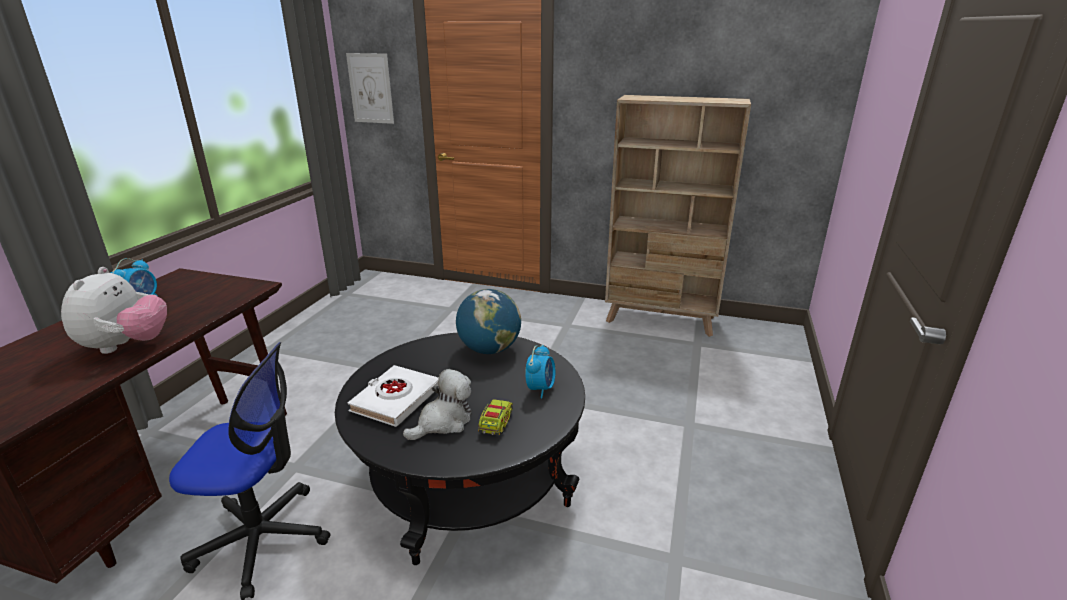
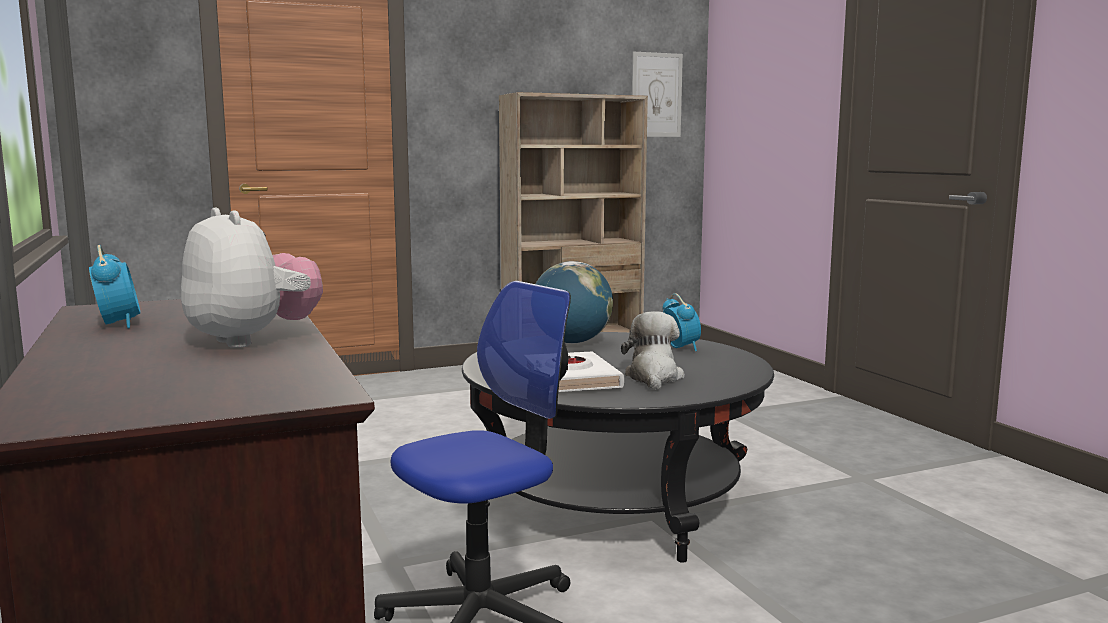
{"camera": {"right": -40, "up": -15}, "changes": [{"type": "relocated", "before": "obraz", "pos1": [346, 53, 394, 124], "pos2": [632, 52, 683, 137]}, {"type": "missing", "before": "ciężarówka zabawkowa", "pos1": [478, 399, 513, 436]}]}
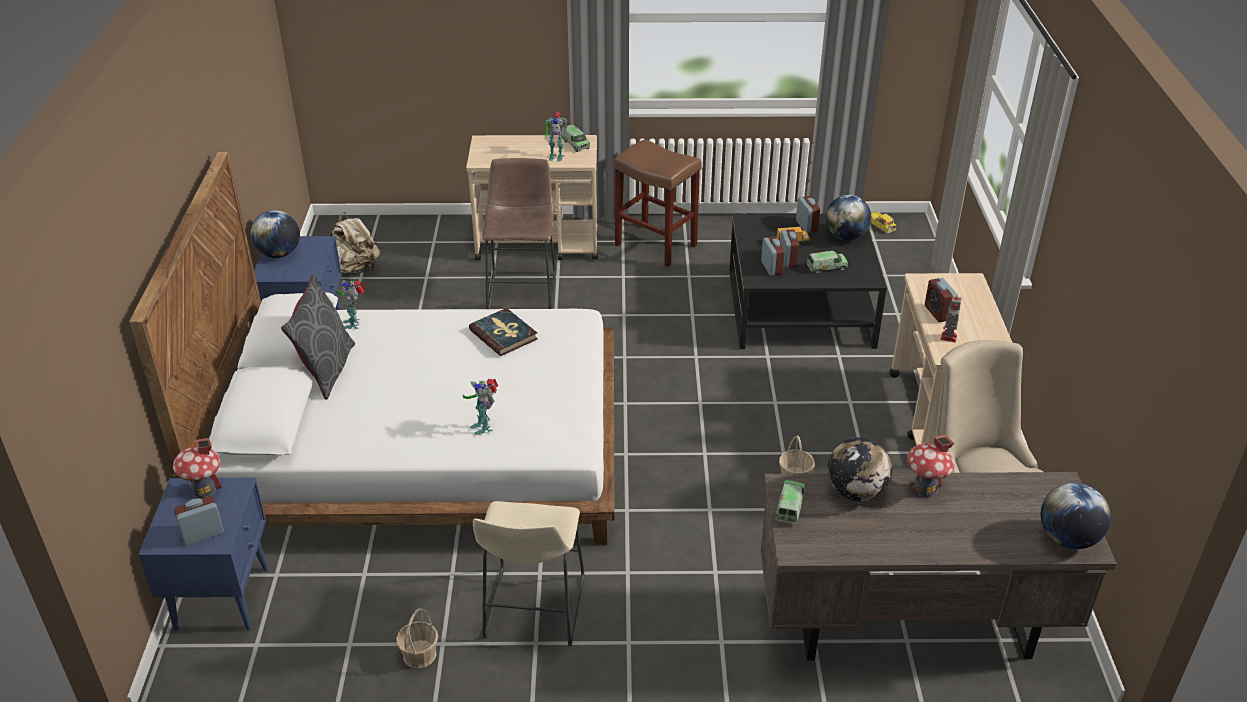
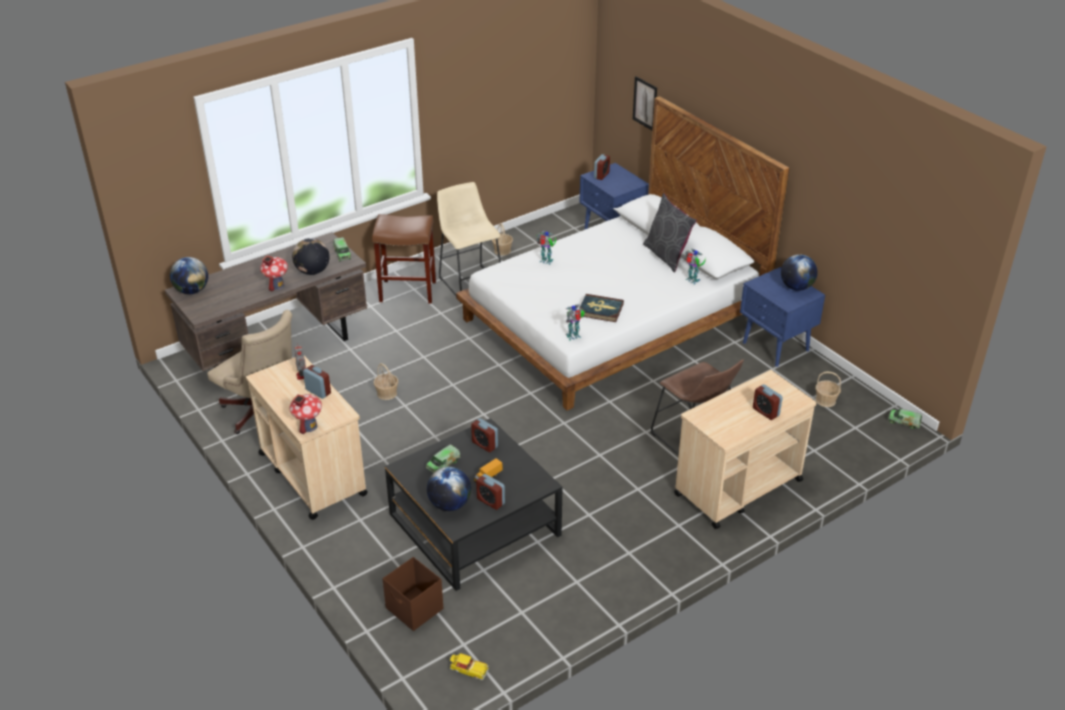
{"camera": {"right": 145, "up": 0}, "changes": [{"type": "relocated", "before": "domek", "pos1": [173, 438, 222, 499], "pos2": [290, 394, 322, 434]}, {"type": "relocated", "before": "stołek [brązowy]", "pos1": [614, 139, 701, 267], "pos2": [372, 214, 436, 304]}, {"type": "appeared", "after": "pojemnik do przechowywania [brązowy]", "pos2": [383, 557, 443, 631]}, {"type": "relocated", "before": "robot zabawkowy", "pos1": [545, 112, 568, 162], "pos2": [566, 304, 585, 341]}, {"type": "appeared", "after": "obraz", "pos2": [633, 76, 657, 131]}, {"type": "relocated", "before": "budzik", "pos1": [780, 230, 799, 268], "pos2": [753, 384, 783, 420]}, {"type": "exchanged", "before": "plecak [beżowy]", "after": "koszyk", "pos1": [330, 212, 380, 276], "pos2": [815, 371, 841, 407]}, {"type": "relocated", "before": "ciężarówka zabawkowa", "pos1": [561, 125, 590, 152], "pos2": [888, 409, 922, 429]}]}
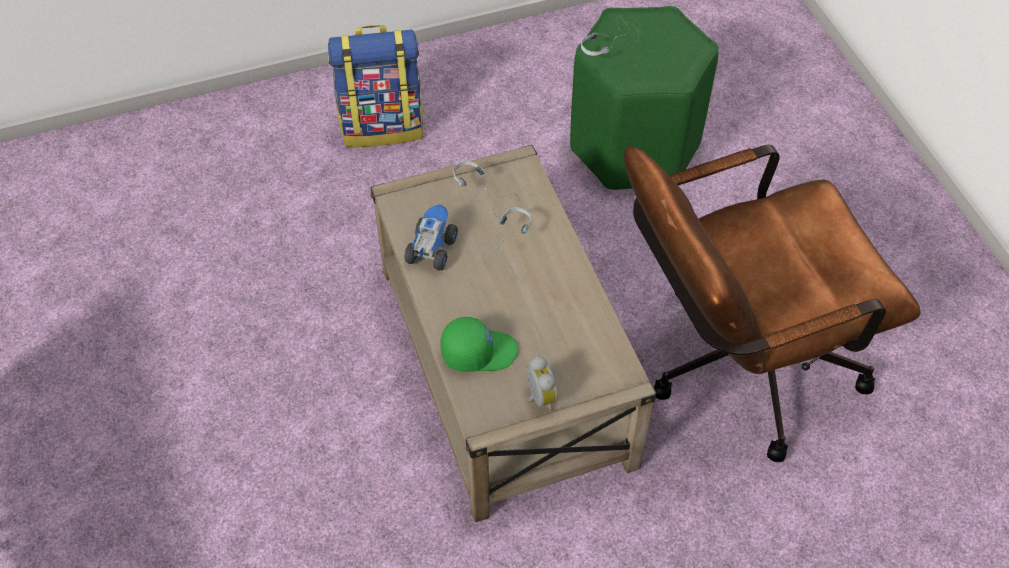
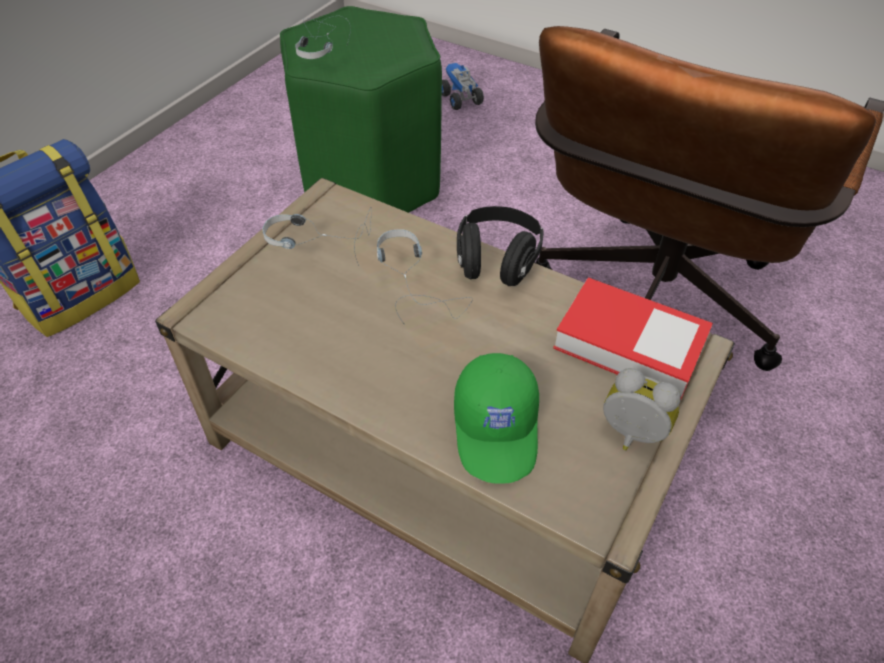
{"camera": {"right": -40, "up": -5}, "changes": [{"type": "relocated", "before": "ciężarówka zabawkowa", "pos1": [404, 204, 458, 271], "pos2": [442, 63, 484, 110]}, {"type": "spun", "before": "czapka z daszkiem [zielony]", "pos1": [440, 317, 518, 372], "pos2": [454, 353, 539, 484], "turn": 135}, {"type": "appeared", "after": "słuchawki [czarny]", "pos2": [457, 206, 543, 286]}, {"type": "appeared", "after": "książka", "pos2": [553, 277, 713, 399]}]}
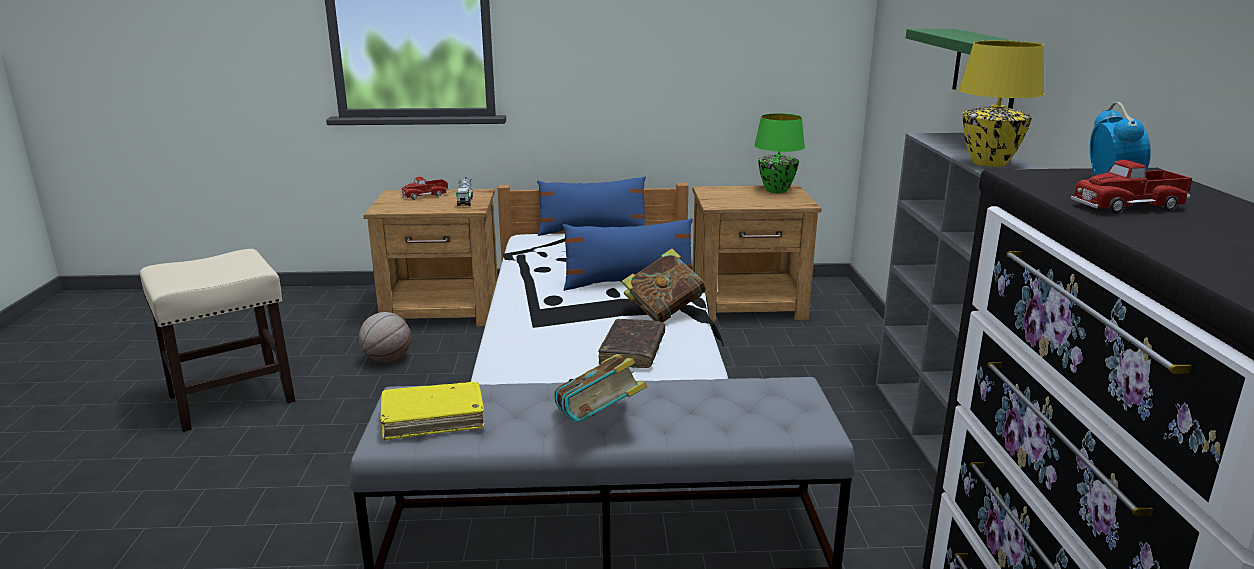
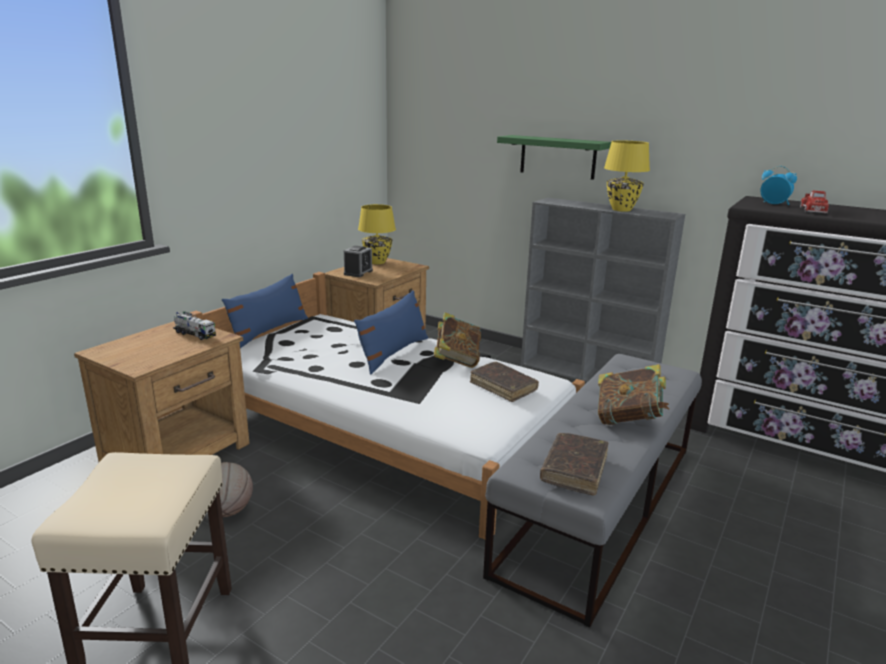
{"camera": {"right": -55, "up": 0}, "changes": [{"type": "appeared", "after": "budzik", "pos2": [344, 246, 373, 277]}, {"type": "colour", "before": "lampa stołowa [zielony]", "after": "lampa stołowa [żółty]", "pos1": [754, 113, 805, 193], "pos2": [358, 204, 396, 264]}, {"type": "colour", "before": "książka [żółty]", "after": "książka [brązowy]", "pos1": [380, 382, 485, 440], "pos2": [540, 433, 608, 495]}, {"type": "missing", "before": "ciężarówka zabawkowa", "pos1": [401, 177, 449, 200]}]}
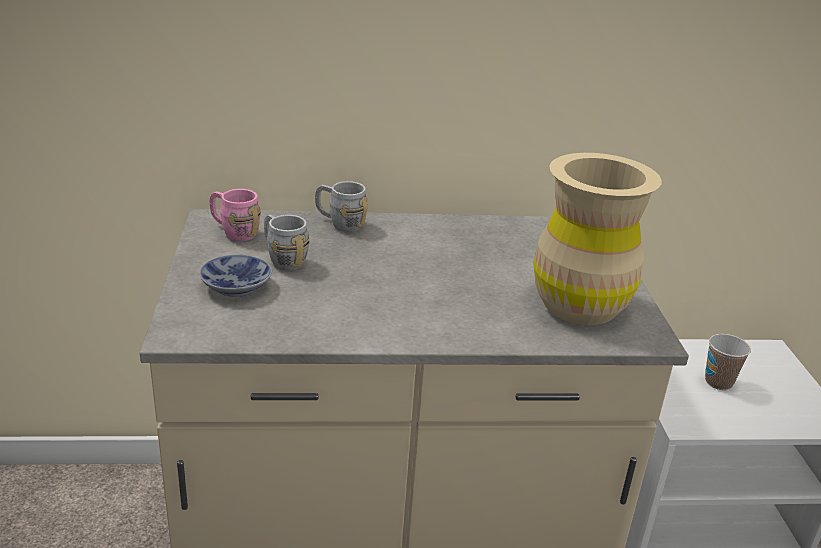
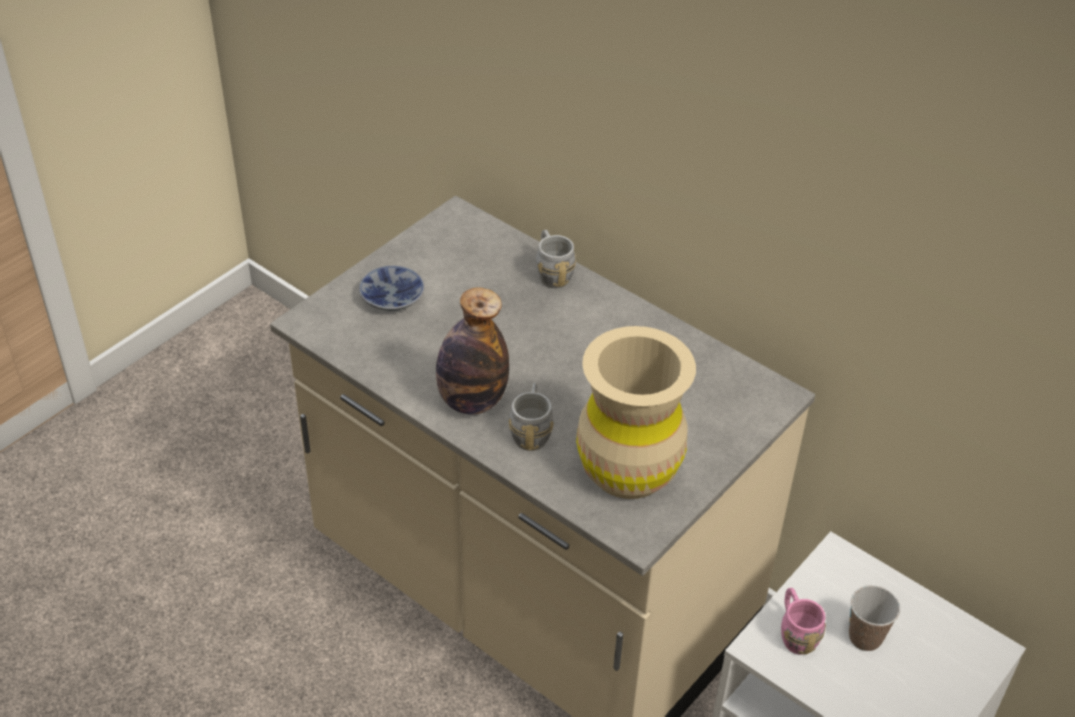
{"camera": {"right": 45, "up": 15}, "changes": [{"type": "appeared", "after": "butelka", "pos2": [436, 288, 509, 415]}, {"type": "relocated", "before": "kubek [szary]", "pos1": [264, 215, 309, 270], "pos2": [509, 383, 554, 451]}, {"type": "relocated", "before": "kubek [różowy]", "pos1": [210, 189, 261, 241], "pos2": [781, 588, 826, 655]}]}
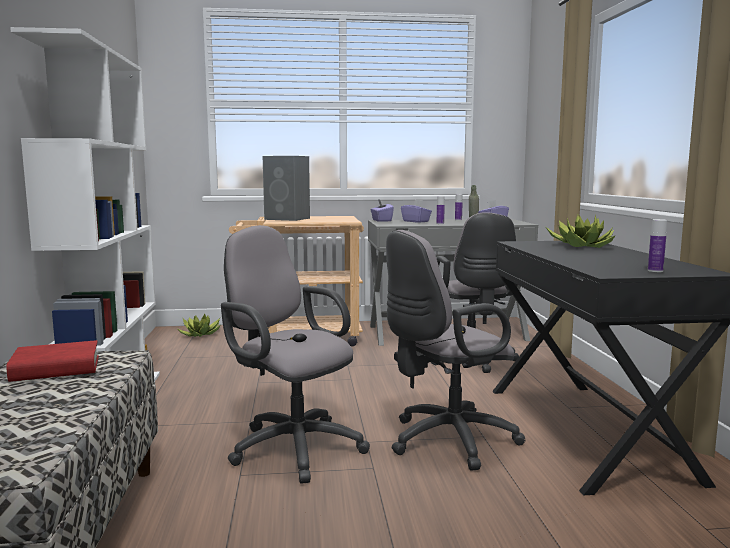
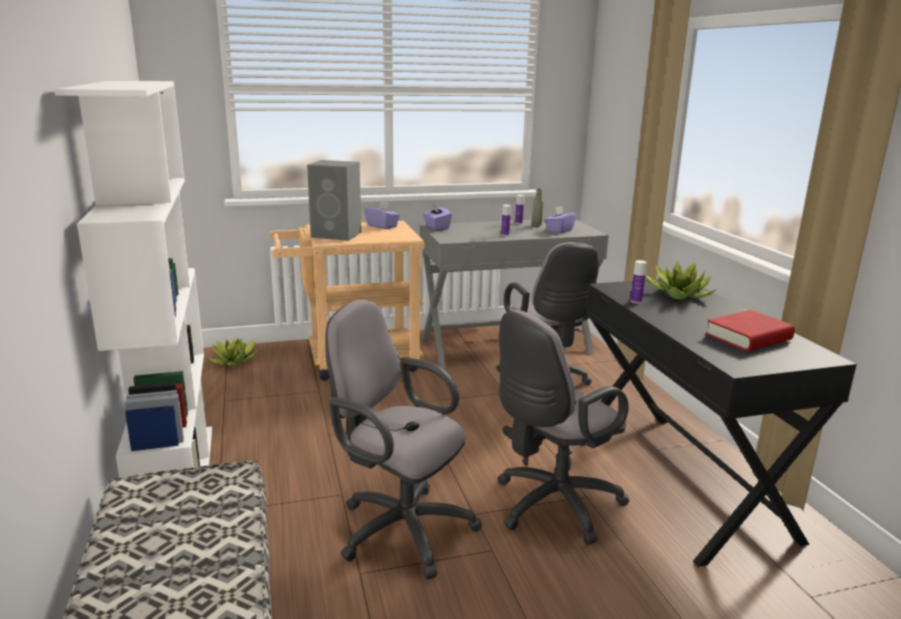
{"camera": {"right": -10, "up": 10}, "changes": [{"type": "relocated", "before": "pudełko chusteczek [fioletowy]", "pos1": [401, 200, 432, 223], "pos2": [364, 201, 400, 229]}, {"type": "relocated", "before": "butelka", "pos1": [648, 219, 667, 272], "pos2": [630, 260, 647, 303]}, {"type": "relocated", "before": "książka [czerwony]", "pos1": [6, 340, 99, 382], "pos2": [705, 310, 795, 351]}]}
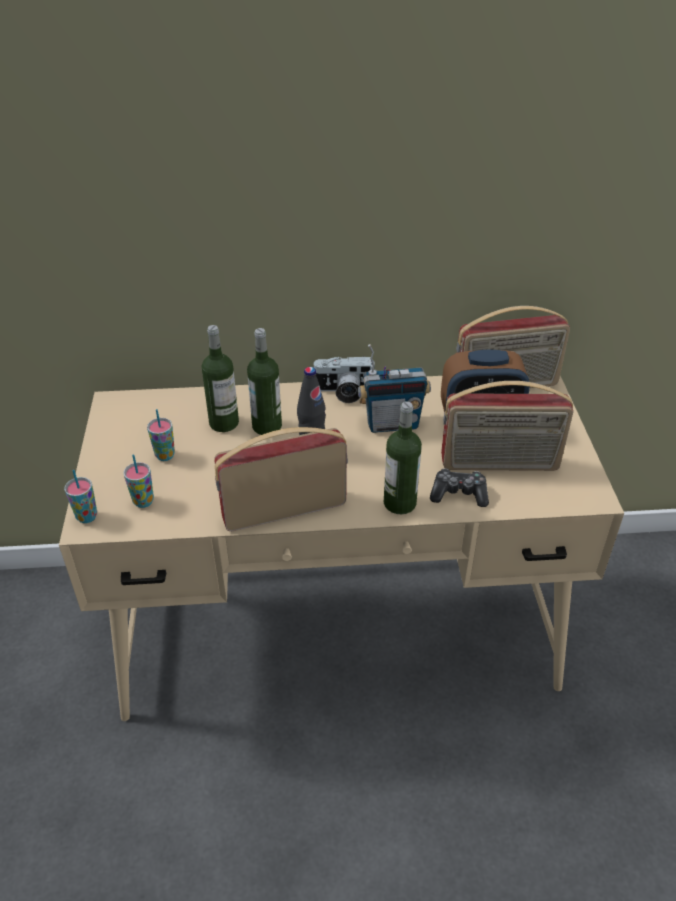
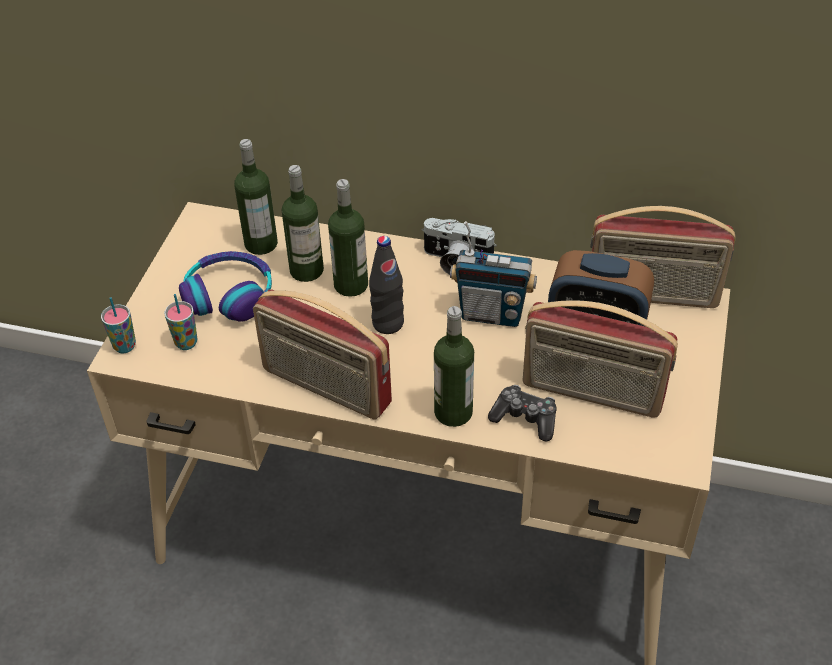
{"camera": {"right": 20, "up": 5}, "changes": [{"type": "exchanged", "before": "filiżanka", "after": "słuchawki", "pos1": [147, 409, 175, 461], "pos2": [179, 251, 272, 322]}, {"type": "appeared", "after": "butelka", "pos2": [234, 139, 278, 255]}, {"type": "spun", "before": "radio", "pos1": [214, 427, 348, 531], "pos2": [253, 289, 392, 420], "turn": -150}]}
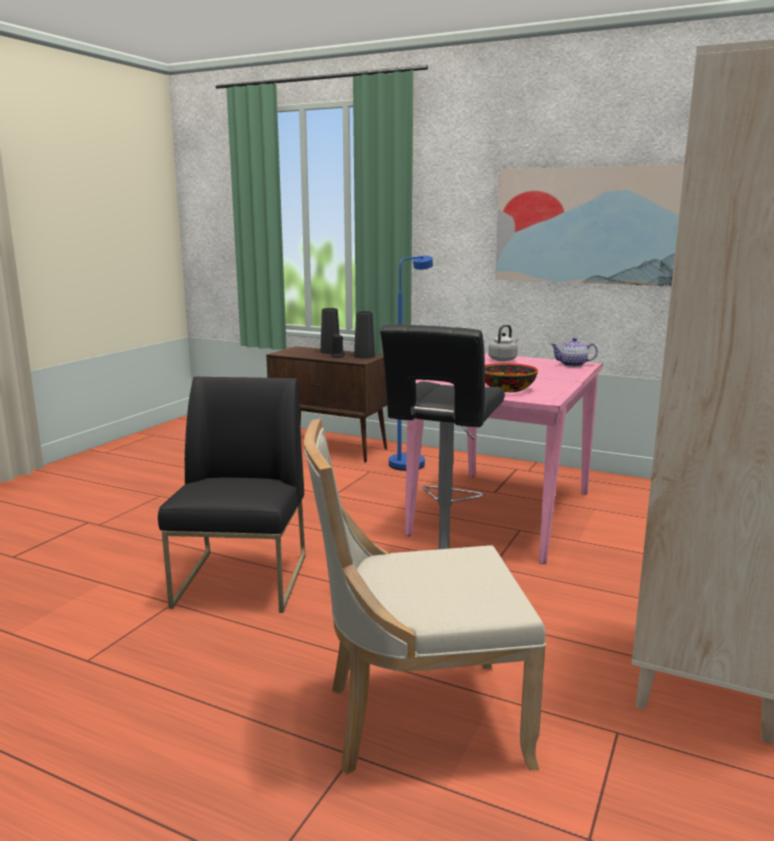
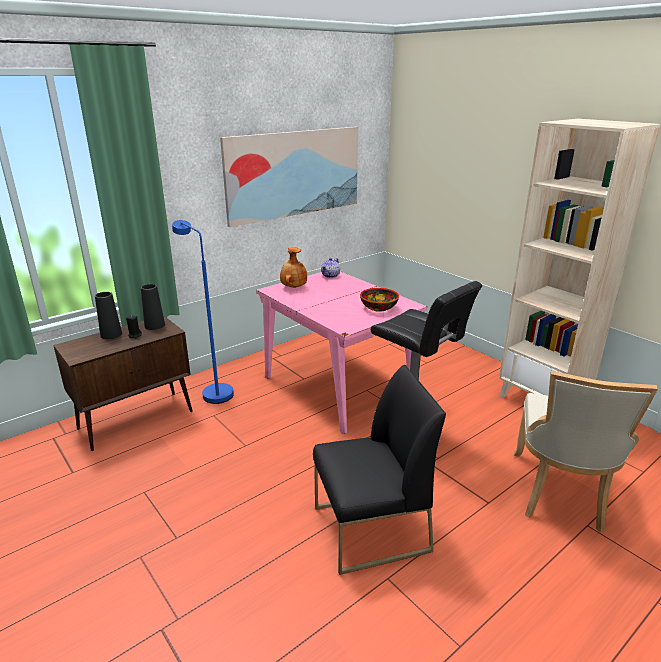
{"camera": {"right": -65, "up": 10}, "changes": [{"type": "exchanged", "before": "czajnik [szary]", "after": "wazon [brązowy]", "pos1": [488, 325, 518, 361], "pos2": [280, 247, 307, 288]}, {"type": "spun", "before": "krzesło [czarny]", "pos1": [158, 377, 305, 613], "pos2": [313, 365, 446, 575], "turn": 135}]}
